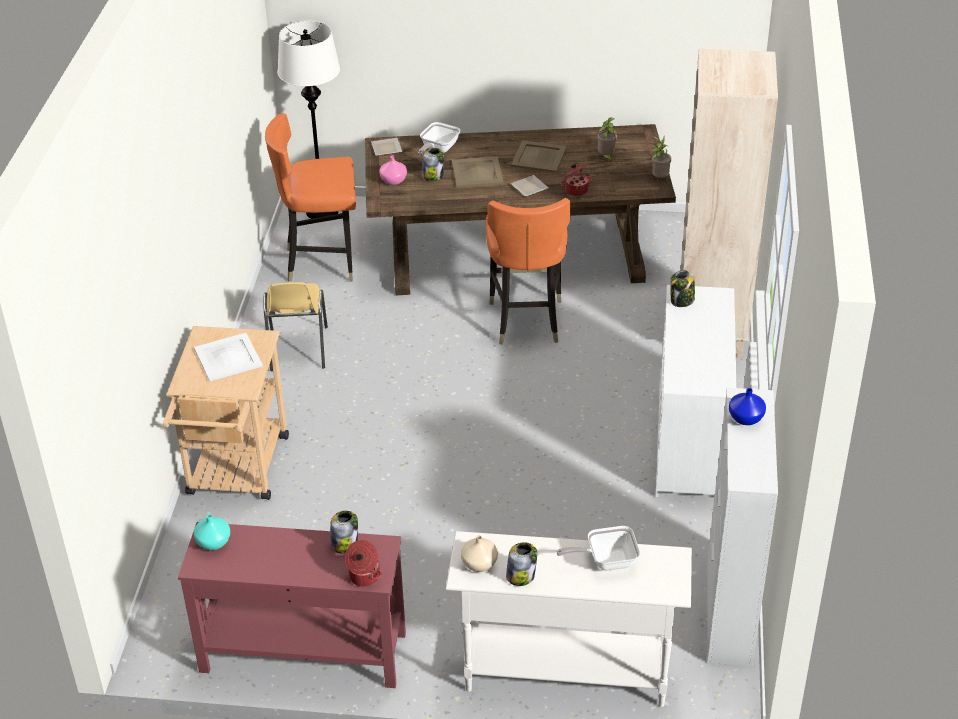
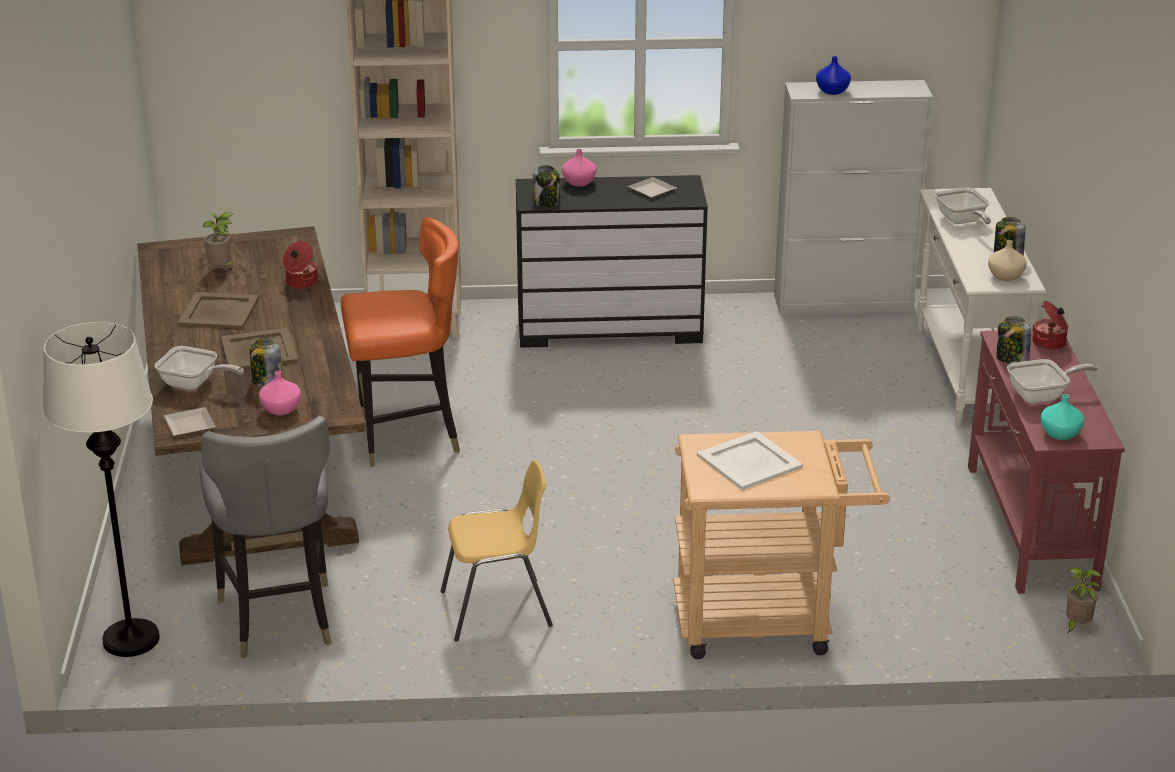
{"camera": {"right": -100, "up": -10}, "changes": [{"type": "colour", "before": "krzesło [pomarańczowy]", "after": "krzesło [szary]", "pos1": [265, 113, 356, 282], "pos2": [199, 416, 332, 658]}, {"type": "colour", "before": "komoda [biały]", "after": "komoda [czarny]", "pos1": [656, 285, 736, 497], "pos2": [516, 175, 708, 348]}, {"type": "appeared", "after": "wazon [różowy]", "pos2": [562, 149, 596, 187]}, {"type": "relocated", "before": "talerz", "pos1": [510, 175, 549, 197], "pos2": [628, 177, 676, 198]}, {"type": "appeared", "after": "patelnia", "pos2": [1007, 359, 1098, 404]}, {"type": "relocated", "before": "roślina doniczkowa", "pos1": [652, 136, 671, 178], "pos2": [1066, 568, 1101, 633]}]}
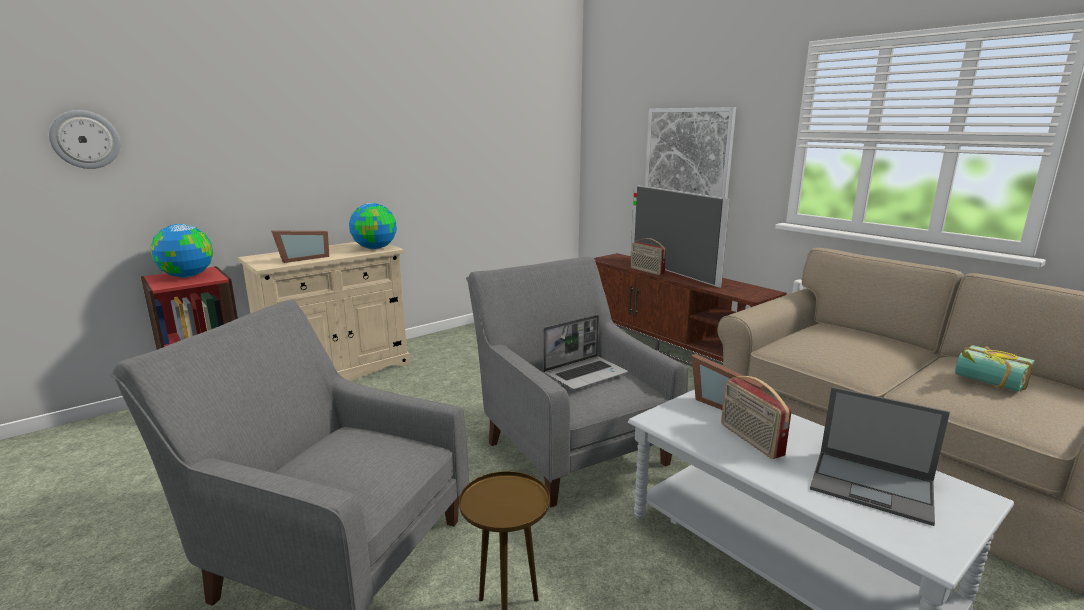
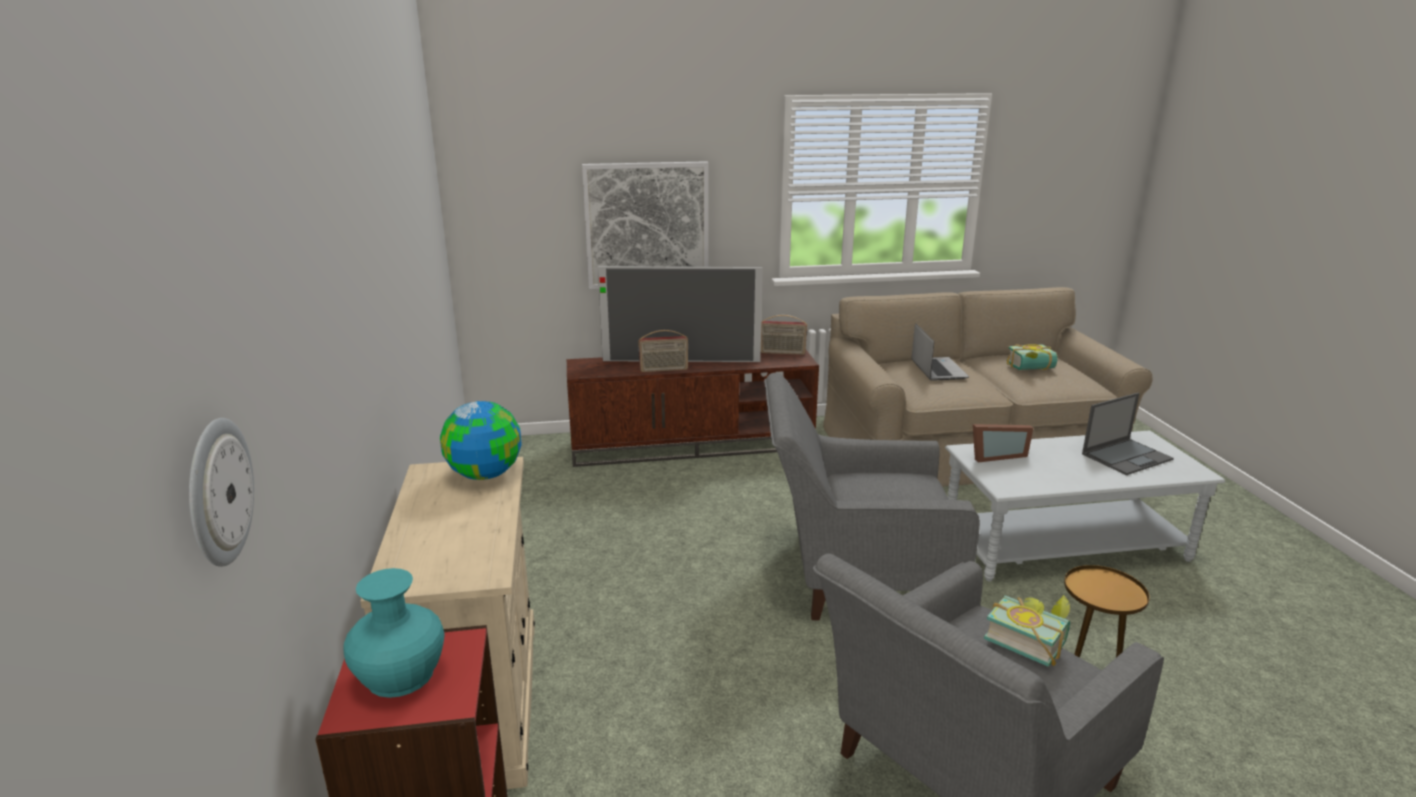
{"camera": {"right": -60, "up": 5}, "changes": [{"type": "exchanged", "before": "globus", "after": "wazon [turkusowy]", "pos1": [150, 224, 213, 278], "pos2": [343, 568, 445, 698]}, {"type": "relocated", "before": "radio", "pos1": [721, 376, 792, 459], "pos2": [761, 315, 807, 355]}, {"type": "relocated", "before": "laptop", "pos1": [543, 315, 628, 390], "pos2": [911, 323, 969, 381]}, {"type": "appeared", "after": "książka", "pos2": [984, 595, 1070, 667]}, {"type": "missing", "before": "ramka na zdjęcie", "pos1": [271, 230, 329, 263]}]}
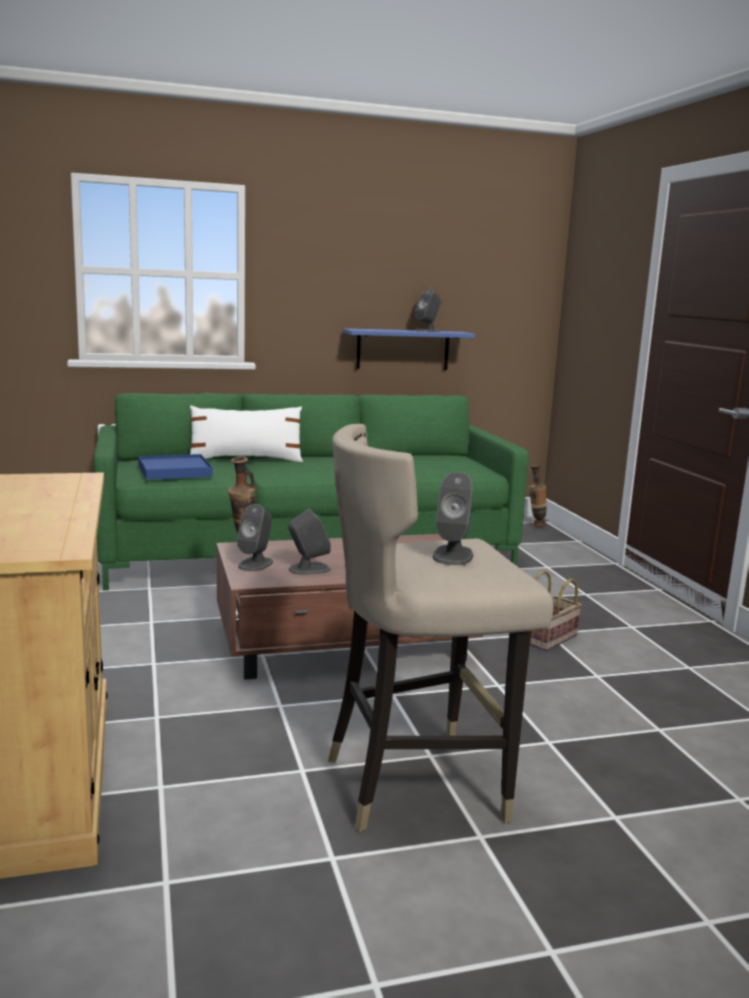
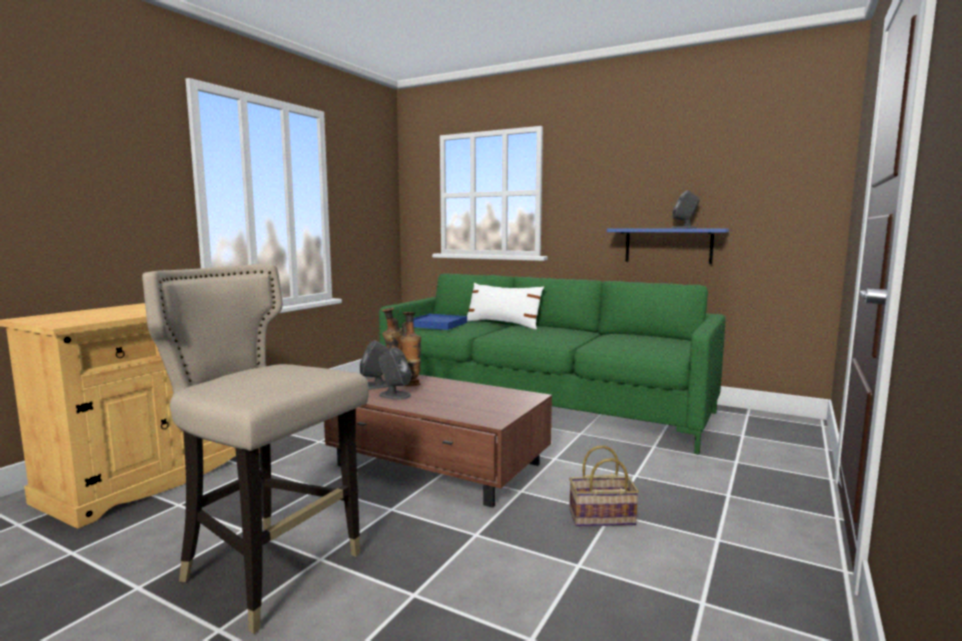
{"camera": {"right": 45, "up": -5}, "changes": [{"type": "relocated", "before": "wazon", "pos1": [528, 465, 547, 526], "pos2": [400, 312, 421, 386]}, {"type": "missing", "before": "głośnik [szary]", "pos1": [432, 472, 473, 565]}]}
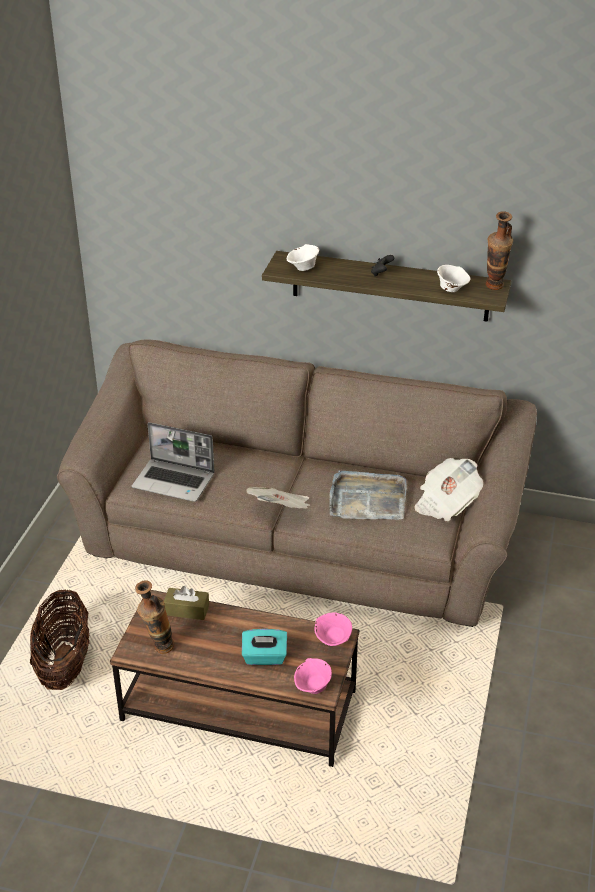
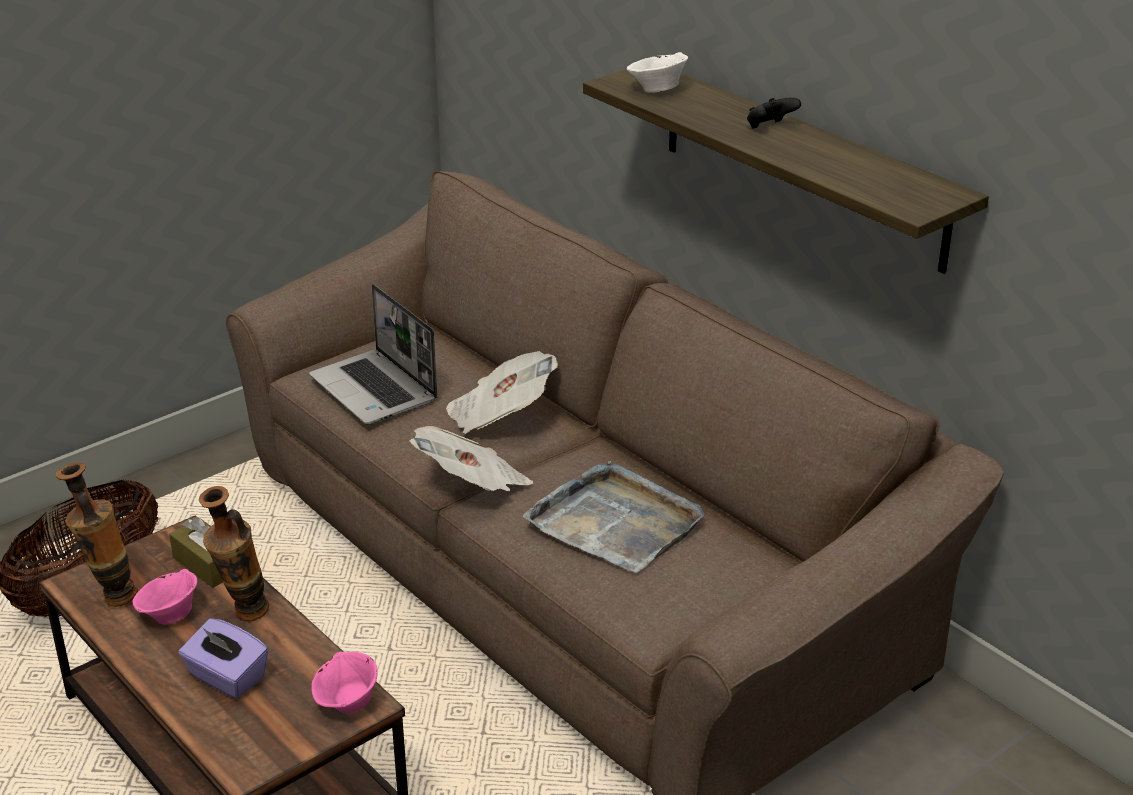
{"camera": {"right": 35, "up": -5}, "changes": [{"type": "relocated", "before": "miska [różowy]", "pos1": [294, 658, 332, 694], "pos2": [133, 569, 197, 624]}, {"type": "colour", "before": "pudełko chusteczek [turkusowy]", "after": "pudełko chusteczek [fioletowy]", "pos1": [242, 629, 287, 665], "pos2": [179, 618, 269, 698]}, {"type": "relocated", "before": "wazon", "pos1": [486, 211, 513, 290], "pos2": [199, 486, 269, 621]}, {"type": "relocated", "before": "gazeta", "pos1": [414, 458, 483, 521], "pos2": [446, 351, 558, 434]}, {"type": "missing", "before": "miska [biały]", "pos1": [437, 265, 470, 292]}]}
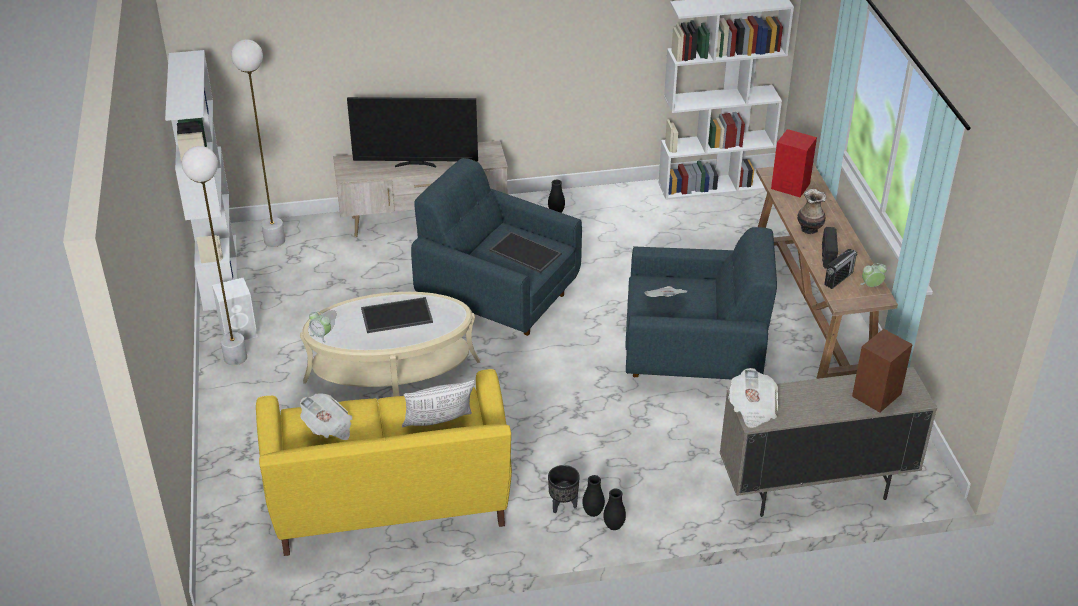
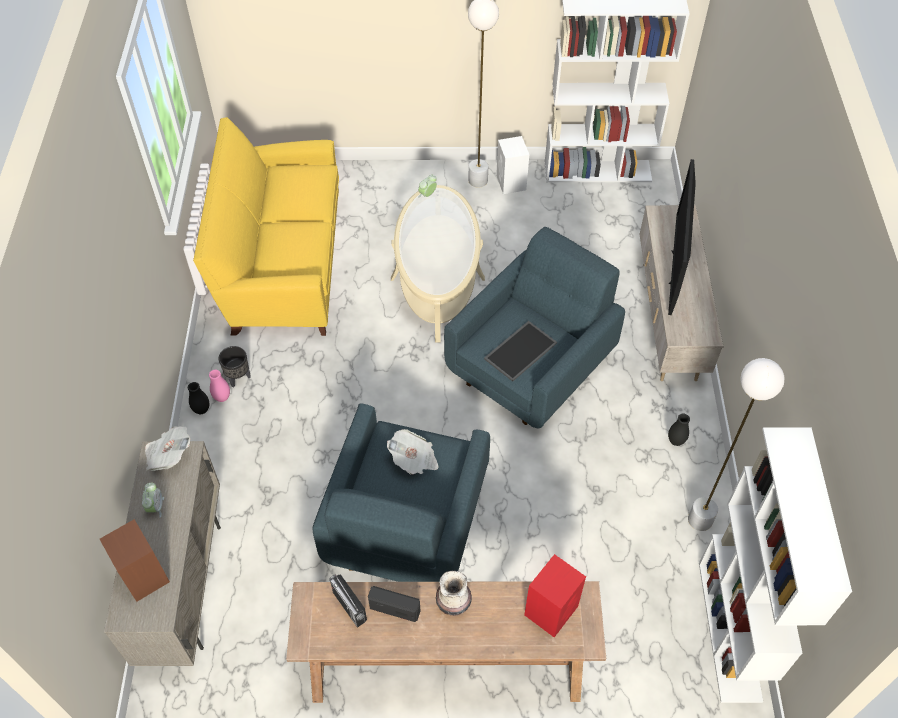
{"camera": {"right": 100, "up": 15}, "changes": [{"type": "relocated", "before": "budzik", "pos1": [860, 263, 887, 287], "pos2": [142, 483, 164, 518]}, {"type": "colour", "before": "wazon [czarny]", "after": "wazon [różowy]", "pos1": [583, 475, 605, 517], "pos2": [209, 370, 230, 402]}, {"type": "relocated", "before": "lampa stojąca [biały]", "pos1": [231, 39, 285, 247], "pos2": [688, 358, 785, 531]}, {"type": "missing", "before": "gazeta", "pos1": [300, 393, 352, 440]}, {"type": "missing", "before": "taca", "pos1": [361, 297, 433, 333]}, {"type": "missing", "before": "poduszka", "pos1": [402, 380, 475, 427]}]}
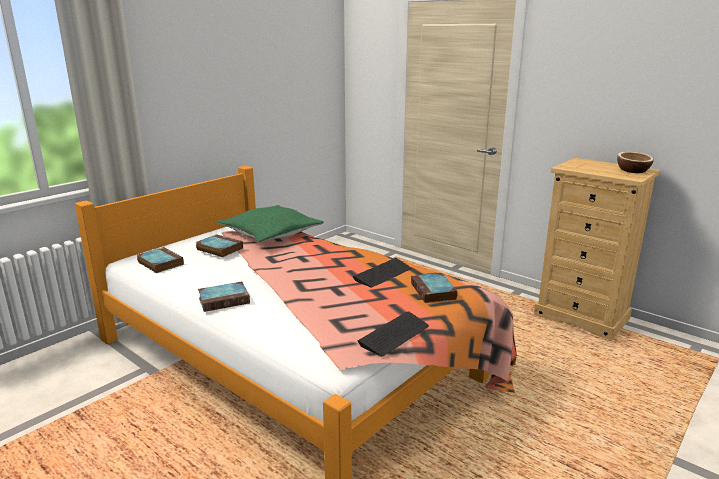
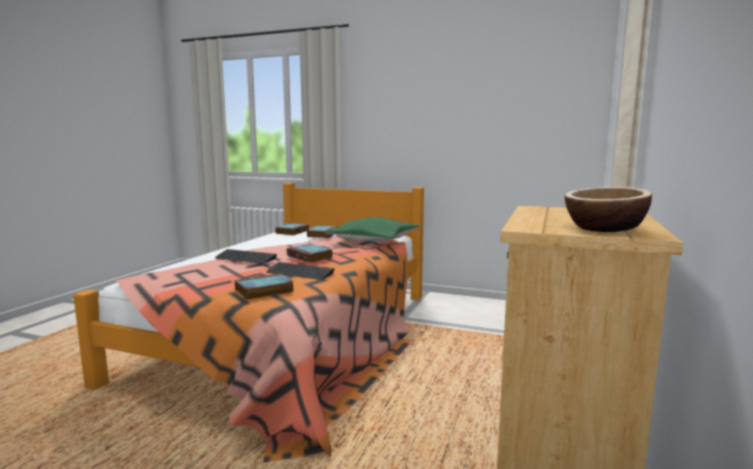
{"camera": {"right": 70, "up": -10}, "changes": [{"type": "relocated", "before": "klawiatura", "pos1": [358, 311, 429, 357], "pos2": [215, 249, 277, 264]}, {"type": "relocated", "before": "książka", "pos1": [198, 282, 250, 312], "pos2": [287, 244, 333, 262]}]}
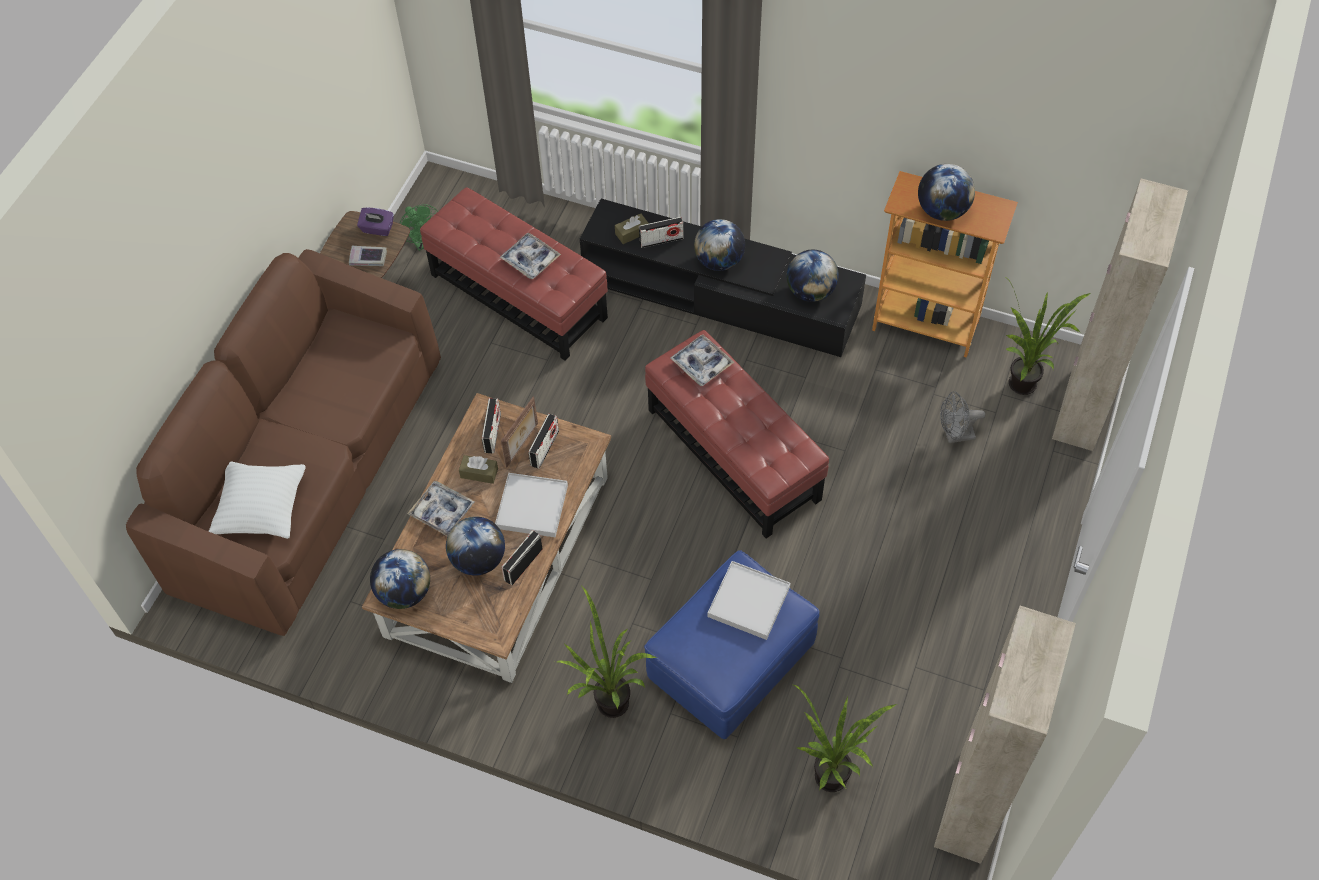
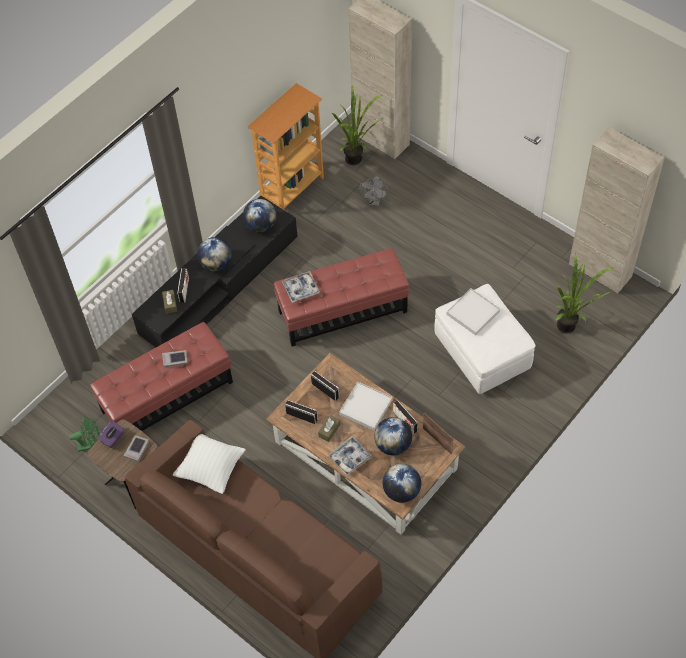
{"camera": {"right": -70, "up": 0}, "changes": [{"type": "exchanged", "before": "taca", "after": "książka", "pos1": [500, 232, 561, 279], "pos2": [162, 350, 188, 367]}, {"type": "relocated", "before": "poduszka [biały]", "pos1": [209, 461, 306, 539], "pos2": [173, 434, 246, 494]}, {"type": "relocated", "before": "ramka na zdjęcie", "pos1": [501, 397, 538, 468], "pos2": [423, 413, 453, 454]}, {"type": "colour", "before": "pufa [niebieski]", "after": "pufa [biały]", "pos1": [644, 551, 820, 739], "pos2": [434, 284, 536, 394]}, {"type": "missing", "before": "roślina doniczkowa", "pos1": [557, 584, 657, 718]}, {"type": "missing", "before": "globus", "pos1": [918, 164, 975, 221]}]}
